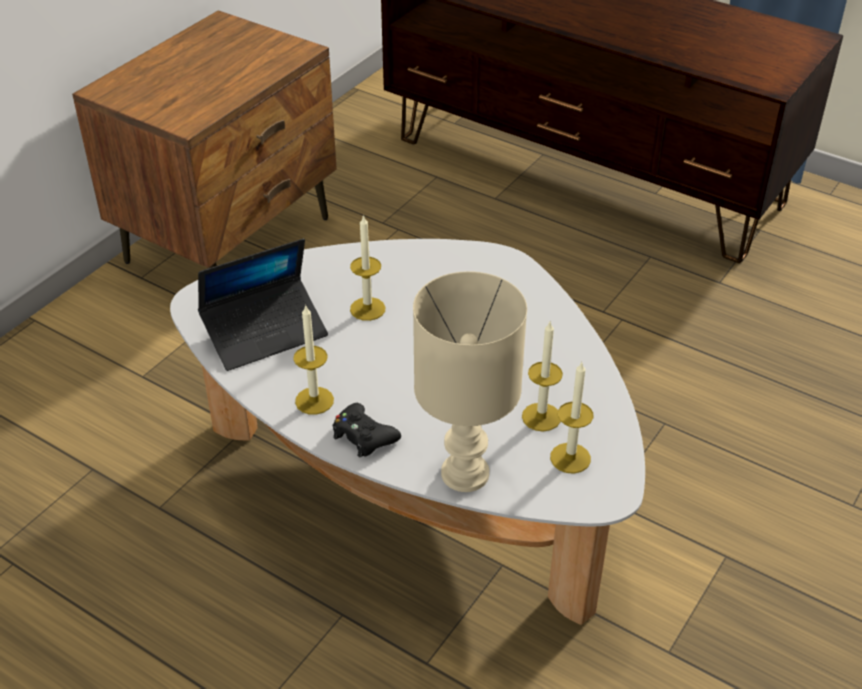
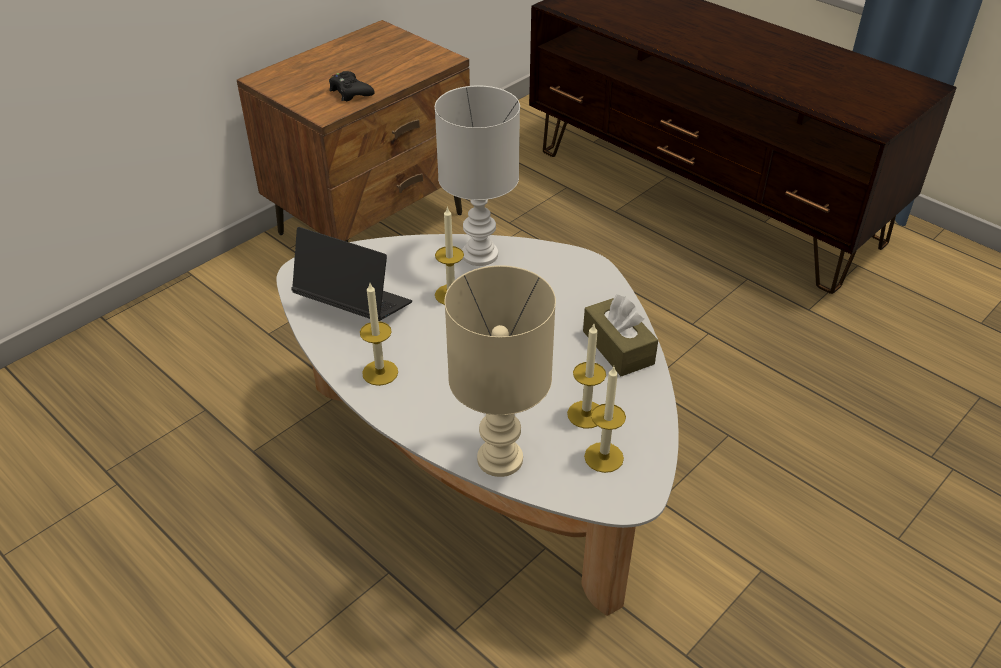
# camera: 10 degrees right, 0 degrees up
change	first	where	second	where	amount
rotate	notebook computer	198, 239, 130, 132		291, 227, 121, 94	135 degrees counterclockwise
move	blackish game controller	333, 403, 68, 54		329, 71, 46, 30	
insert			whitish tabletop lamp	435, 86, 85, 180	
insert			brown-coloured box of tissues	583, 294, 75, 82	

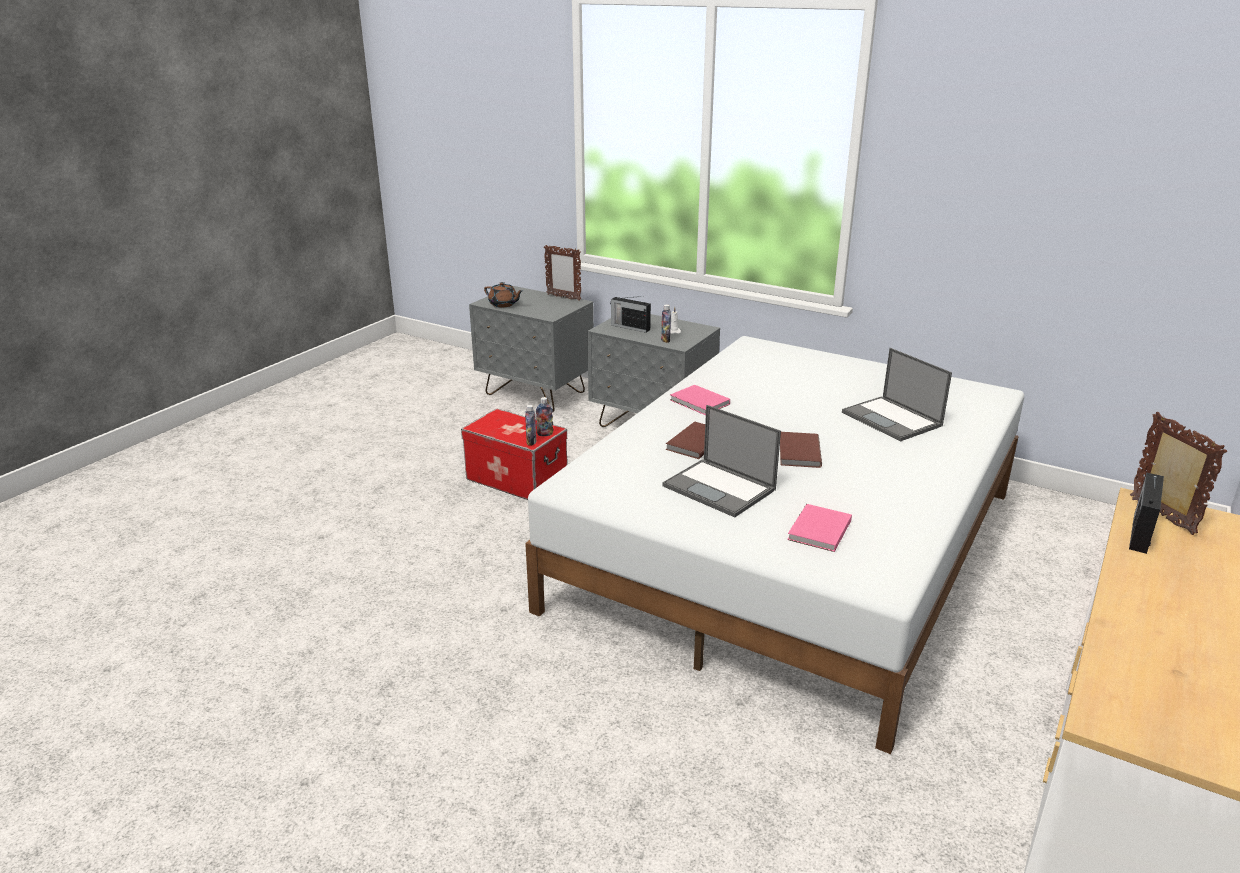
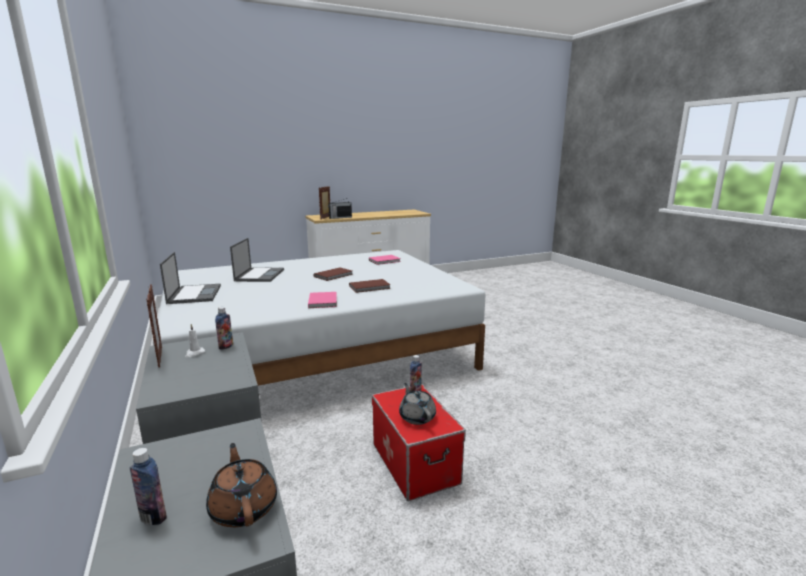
# camera: 145 degrees left, 10 degrees down
change	first	where	second	where	amount
move	drink bottle	536, 397, 17, 39		129, 448, 38, 77	
move	standing frame	544, 245, 37, 56		146, 284, 16, 84	
move	notebook computer	662, 405, 119, 112		160, 252, 61, 52	
insert			greyish pot for tea	399, 383, 37, 42	
delete	radio set	610, 296, 41, 37			

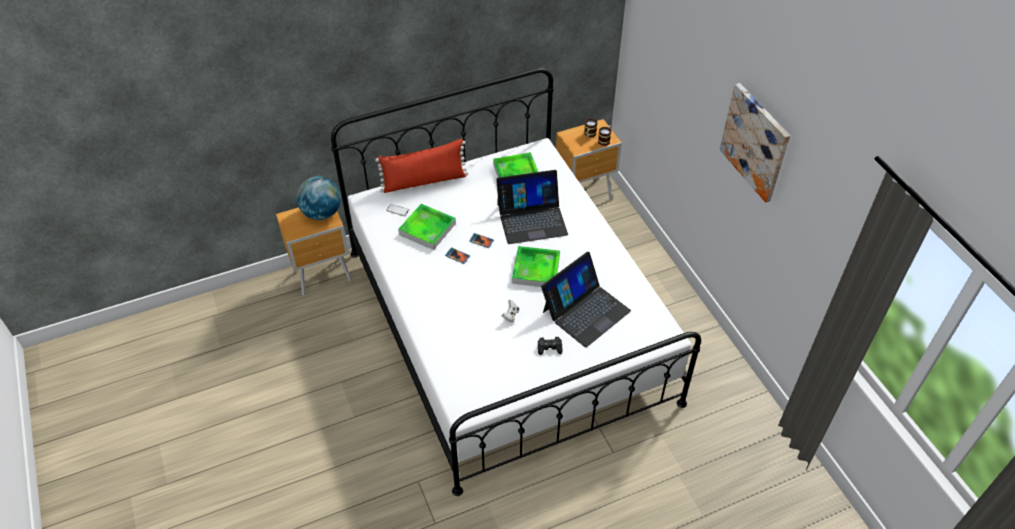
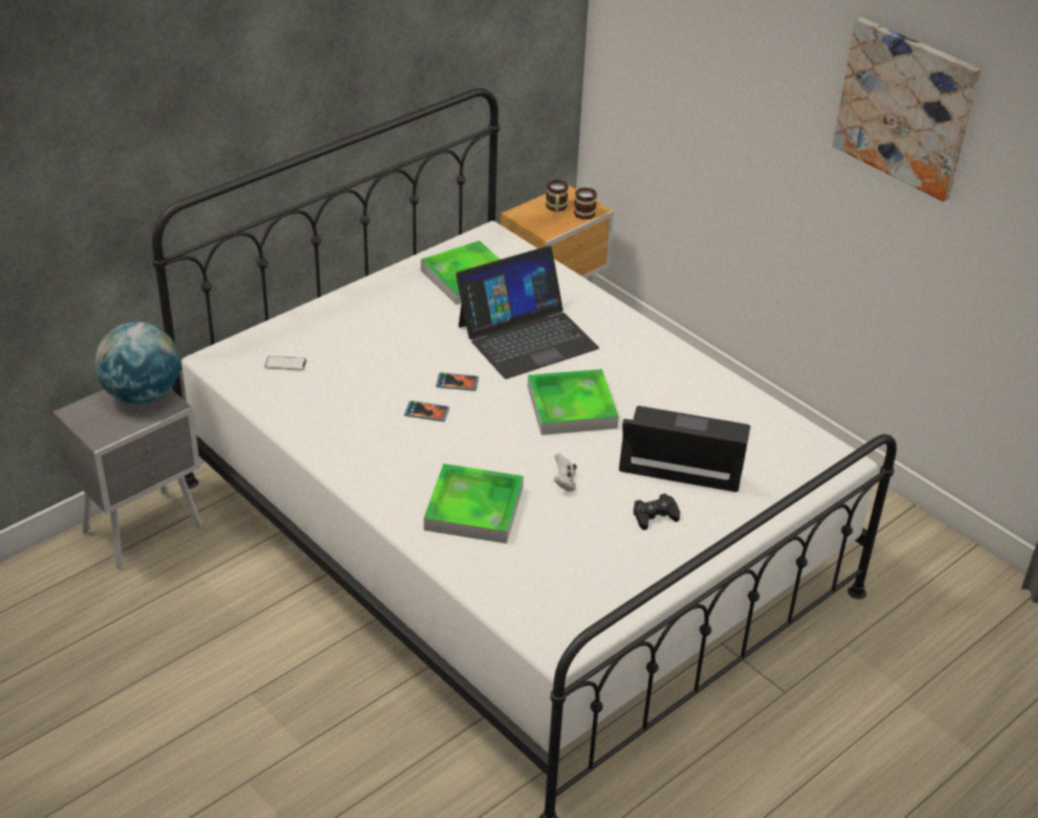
# camera: 20 degrees left, 10 degrees down
change	first	where	second	where	amount
recolor	brown-coloured night table	276, 207, 76, 89	greyish night table	53, 389, 149, 180	
move	tray	398, 204, 58, 46		424, 463, 100, 81	
rotate	notebook computer	541, 251, 90, 96		619, 406, 132, 86	105 degrees counterclockwise
delete	red-coloured pillow	375, 139, 93, 54			

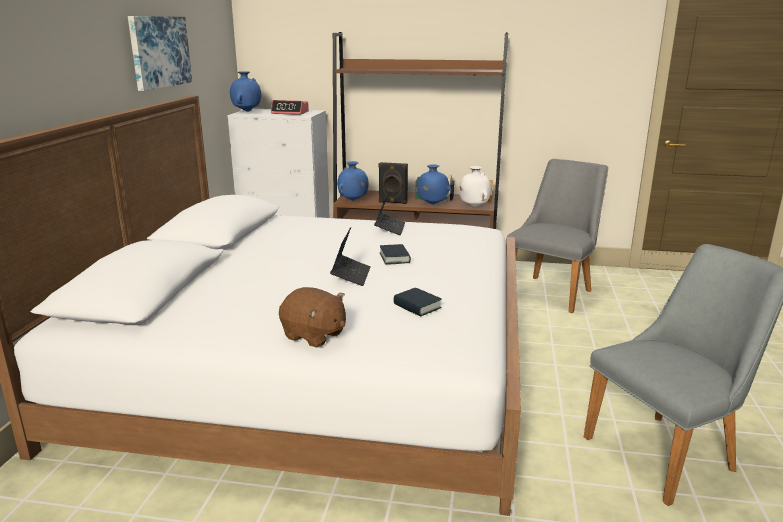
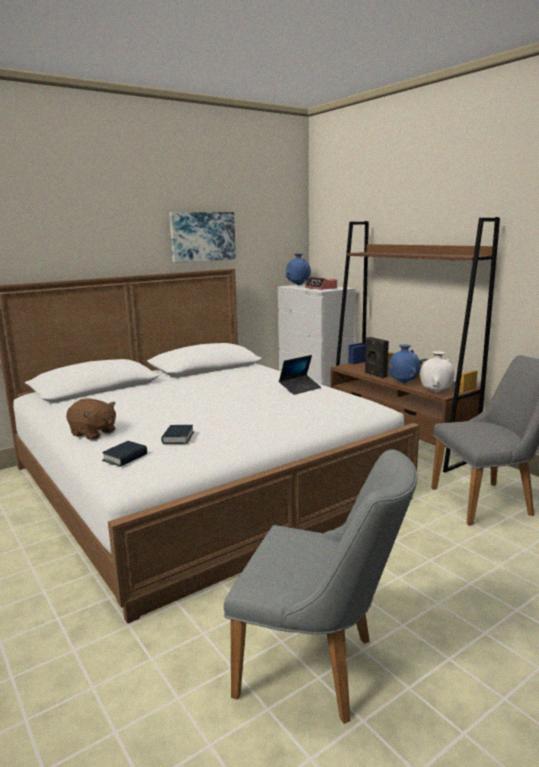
# camera: 45 degrees right, 5 degrees down
change	first	where	second	where	amount
rotate	brown-coloured cuddly toy	279, 287, 67, 61		66, 398, 50, 42	45 degrees counterclockwise
move	book	380, 244, 31, 21		102, 441, 45, 26	
delete	notebook computer	330, 227, 40, 59			
delete	blue-coloured vase	337, 161, 32, 40			

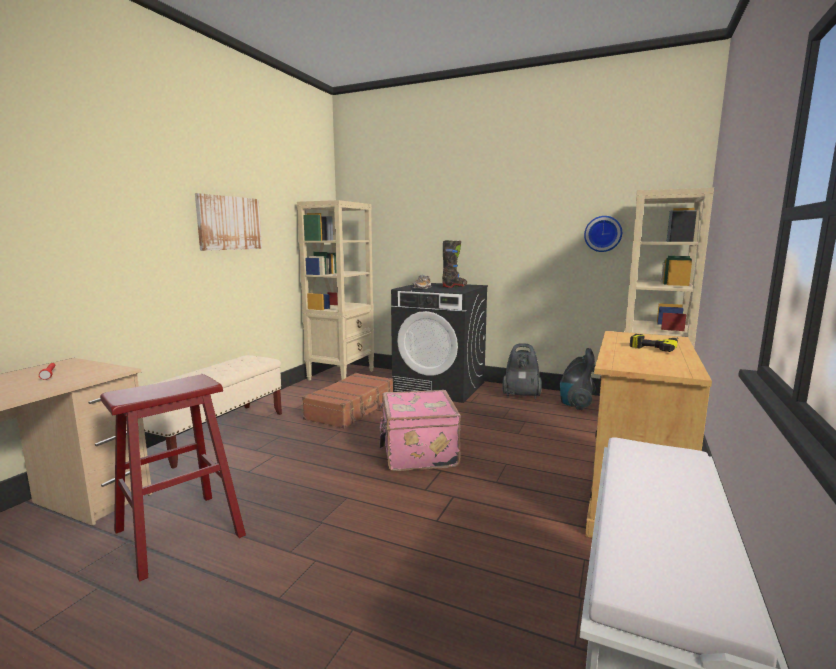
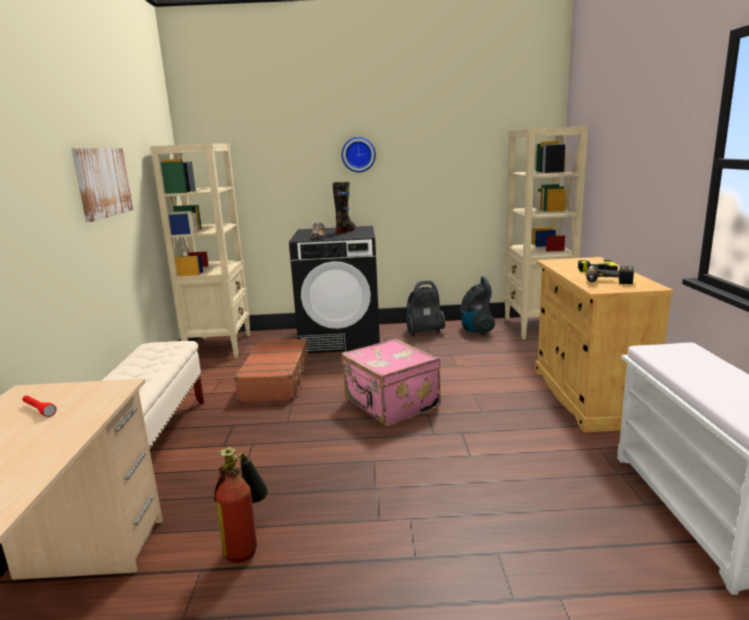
# camera: 25 degrees left, 5 degrees up
change	first	where	second	where	amount
replace	red-coloured stool seat	100, 374, 146, 207	extinguisher	214, 447, 54, 116	
move	clock on the wall	584, 216, 38, 36		342, 137, 34, 35	
insert			power drill	586, 265, 48, 19	

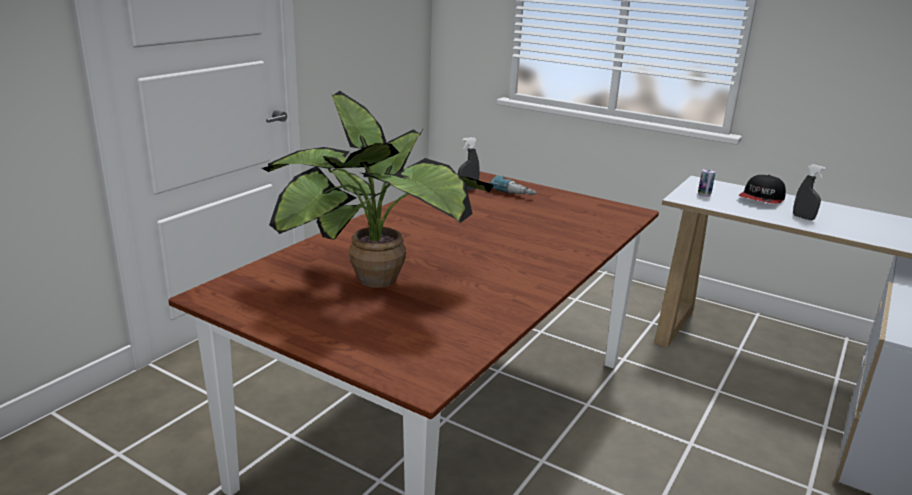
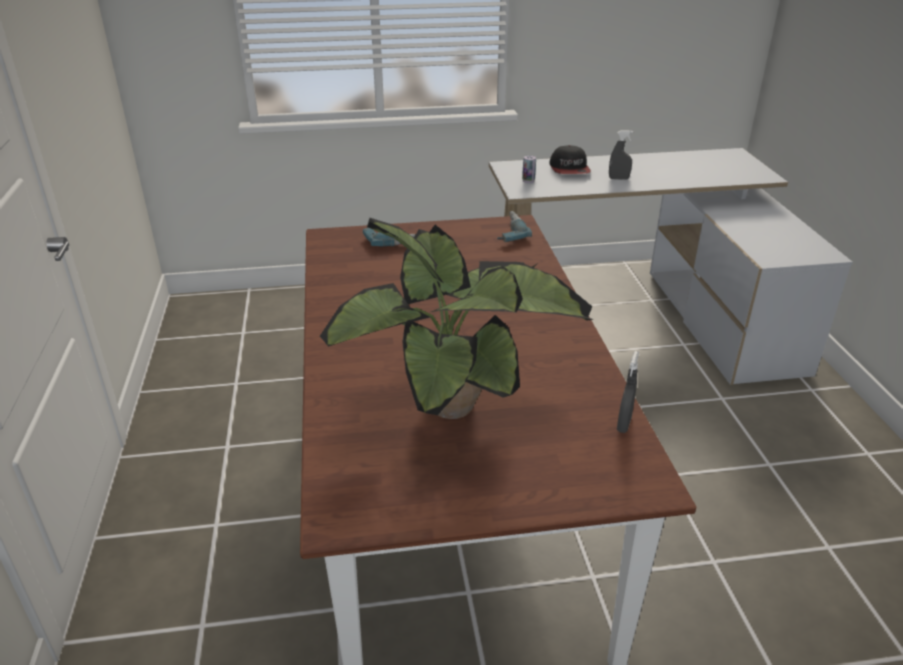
# camera: 40 degrees left, 10 degrees up
change	first	where	second	where	amount
insert			power drill	497, 211, 35, 31	
move	greyish spray bottle	458, 137, 22, 54		617, 351, 22, 82	

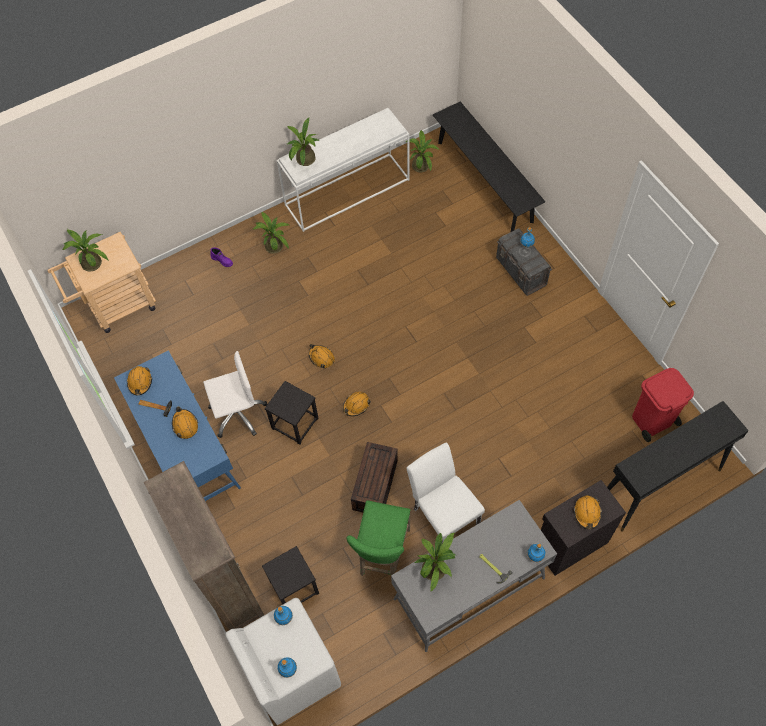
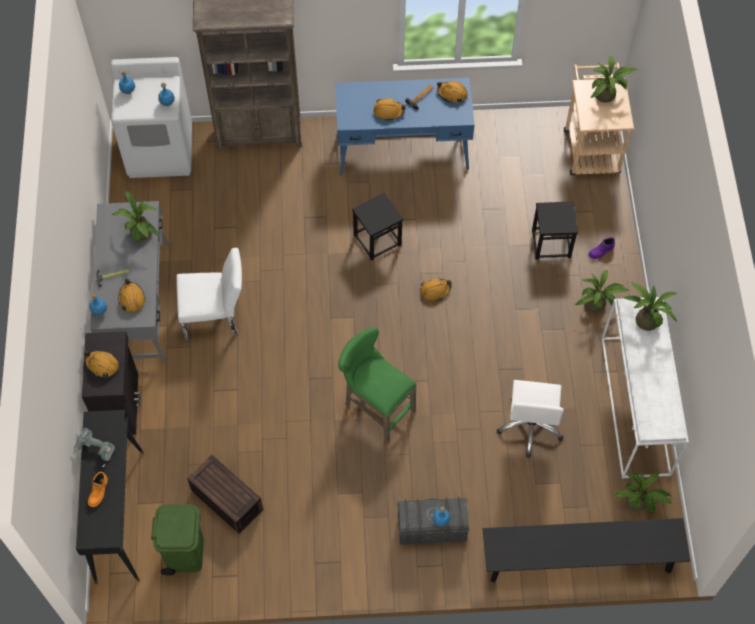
# camera: 115 degrees right, 0 degrees up
change	first	where	second	where	amount
insert			power drill	73, 428, 42, 39	
insert			orange-coloured high-top boot	88, 472, 20, 35	
move	orange-coloured safety helmet	343, 392, 28, 24		118, 279, 27, 33	
recolor	red-coloured trash can	632, 368, 62, 74	greenish trash can	151, 505, 53, 70	
move	brown-coloured storage bin	351, 442, 47, 71		187, 455, 76, 79	
move	greenish stool seat	347, 500, 64, 76		338, 327, 79, 115	
move	whitish desk chair	203, 351, 64, 87		497, 380, 67, 78	
move	blackish stool seat	262, 546, 57, 58		532, 201, 46, 59	

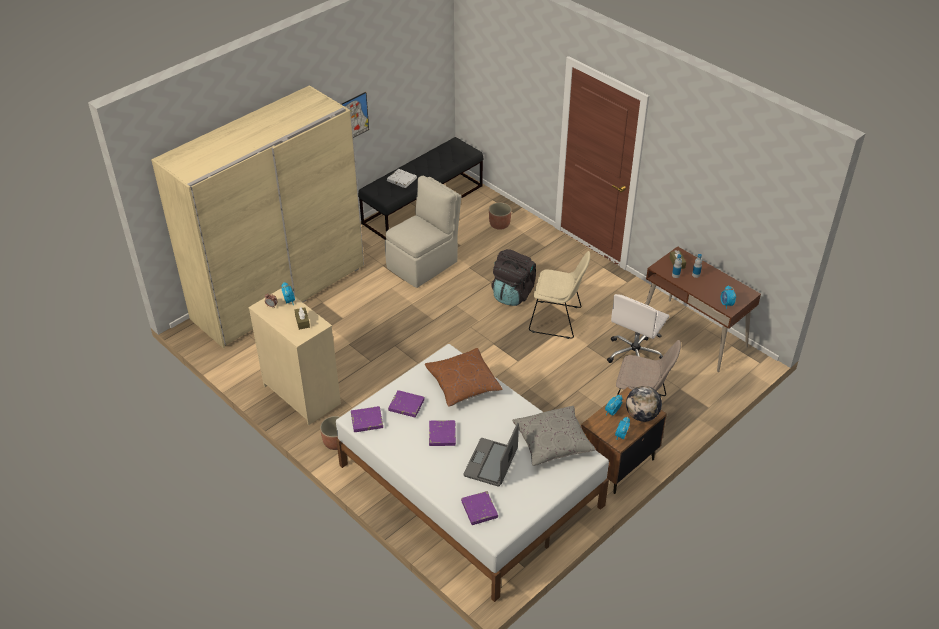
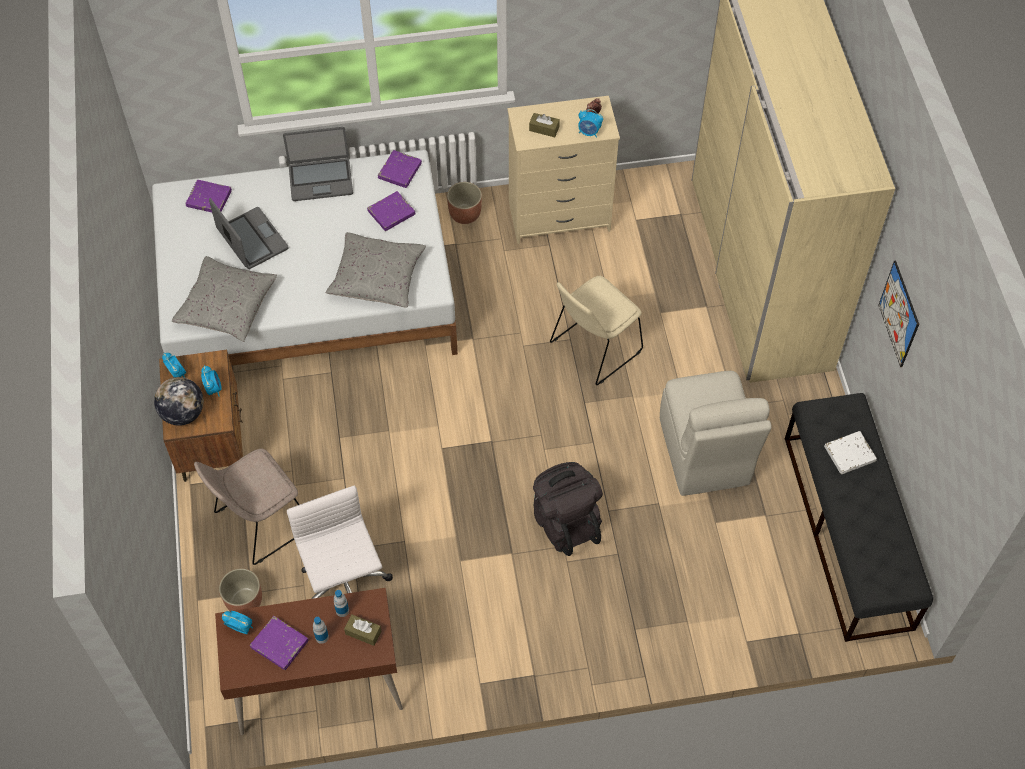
# camera: 125 degrees right, 15 degrees up
change	first	where	second	where	amount
move	flower pot	489, 202, 22, 28		219, 568, 43, 43	
move	purplish book	429, 420, 27, 26		250, 616, 59, 54	
insert			notebook computer	283, 127, 70, 74	
recolor	brown-coloured pillow	425, 348, 78, 59	greyish pillow	325, 232, 101, 75	
move	sand-coloured upright chair	529, 251, 61, 88		550, 276, 93, 109	

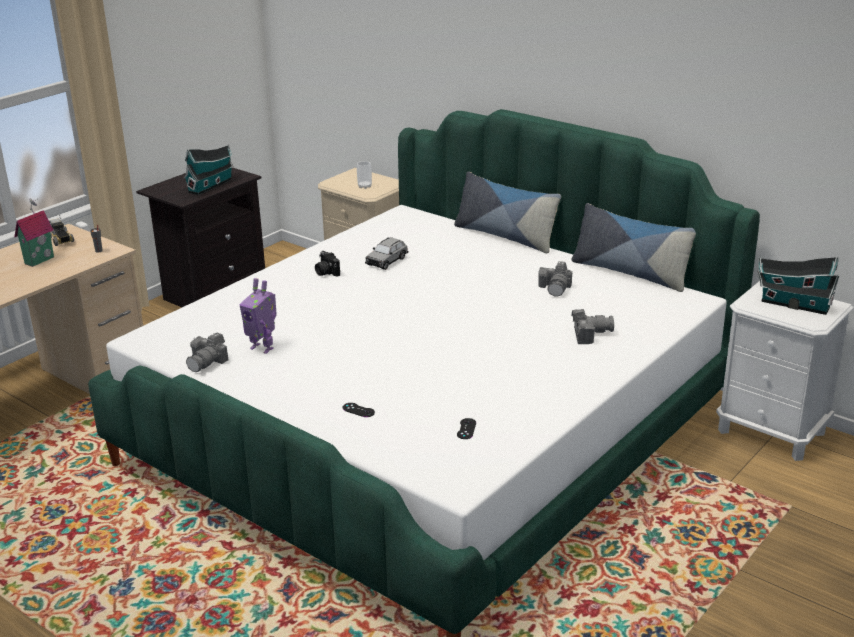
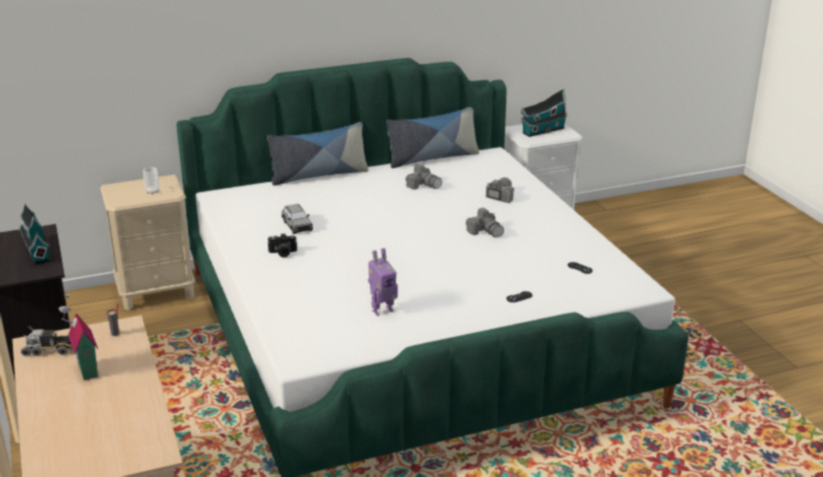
# camera: 60 degrees left, 0 degrees up
change	first	where	second	where	amount
move	photo camera	186, 332, 43, 40		466, 208, 38, 30	

